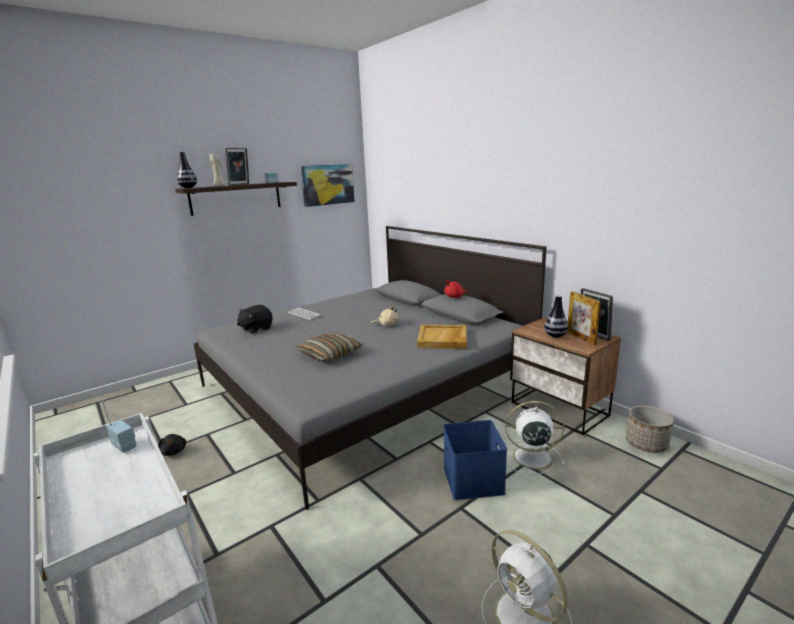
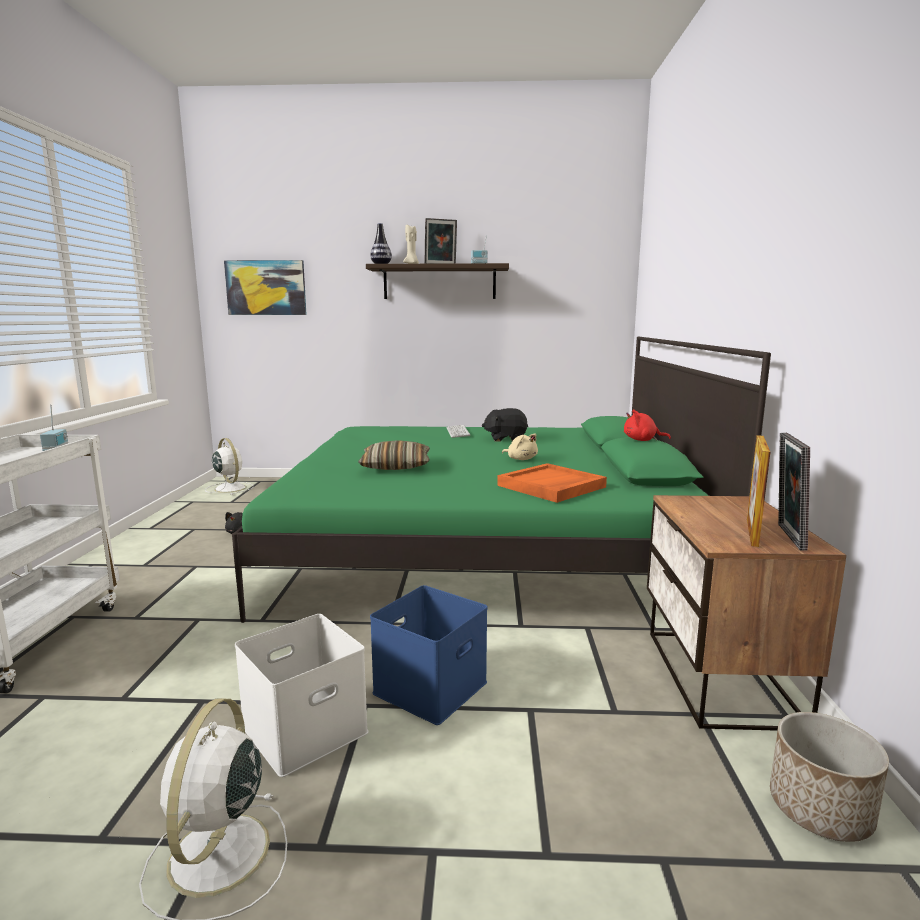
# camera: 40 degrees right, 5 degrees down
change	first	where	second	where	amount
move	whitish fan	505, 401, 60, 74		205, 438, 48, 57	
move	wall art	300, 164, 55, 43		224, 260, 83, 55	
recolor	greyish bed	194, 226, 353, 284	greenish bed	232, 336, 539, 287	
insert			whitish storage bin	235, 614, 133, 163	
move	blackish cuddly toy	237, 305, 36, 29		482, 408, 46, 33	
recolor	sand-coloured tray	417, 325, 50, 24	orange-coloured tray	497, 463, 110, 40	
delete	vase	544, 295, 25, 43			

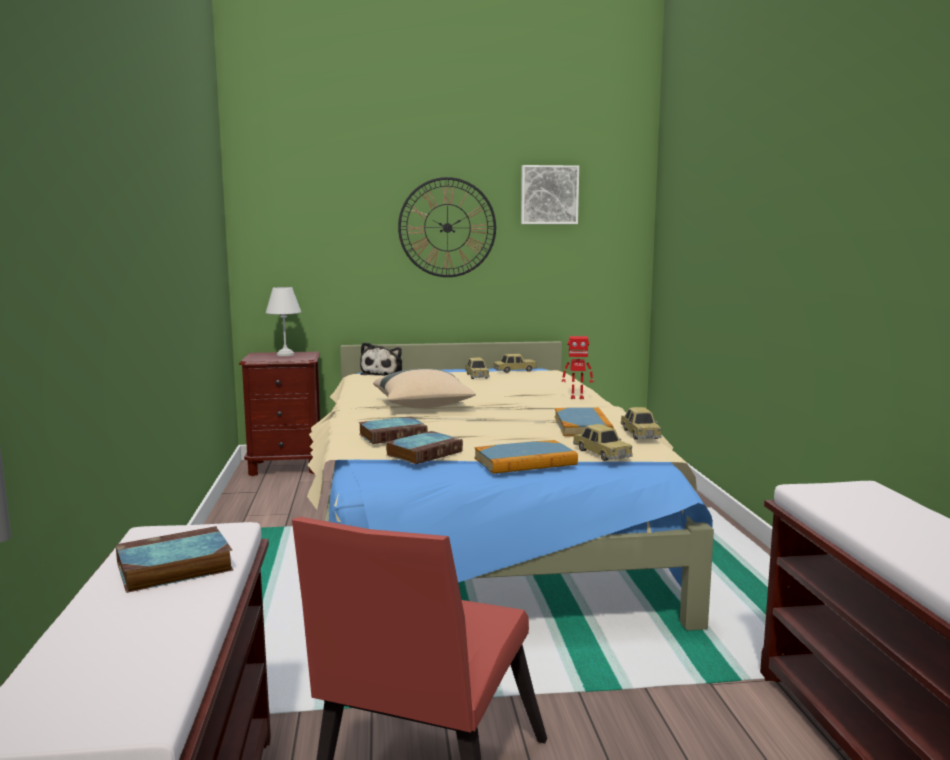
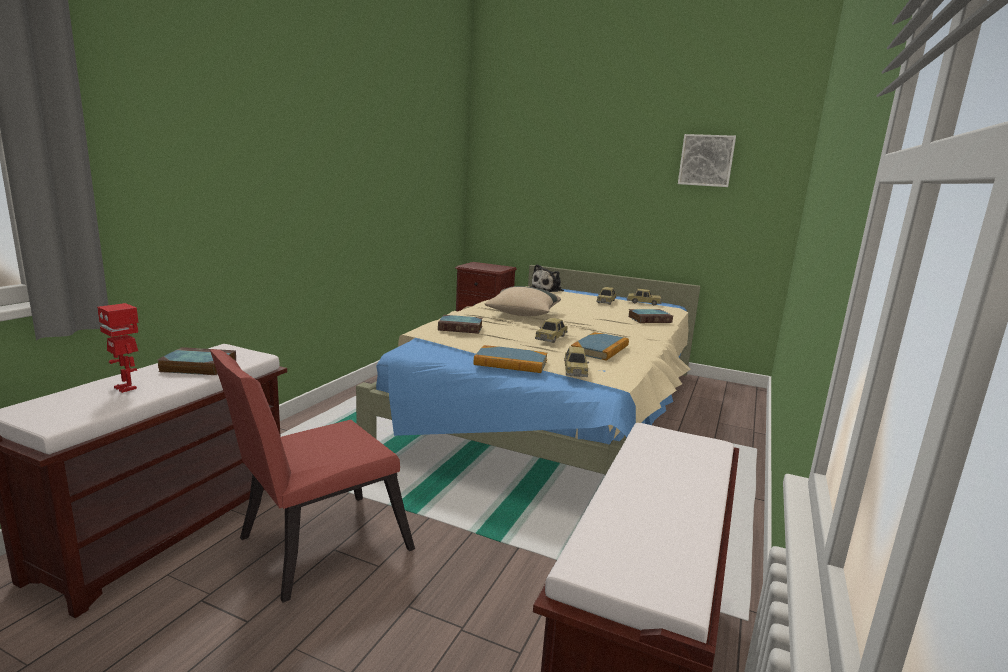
# camera: 30 degrees right, 5 degrees up
change	first	where	second	where	amount
move	robot figure	562, 336, 32, 63		97, 303, 42, 90	
move	miniature car	621, 407, 41, 33		535, 318, 33, 25	
move	book	386, 431, 77, 33		628, 309, 45, 14	
delete	whitish tabletop lamp	266, 287, 35, 69			
delete	clock on the wall	398, 177, 98, 100			

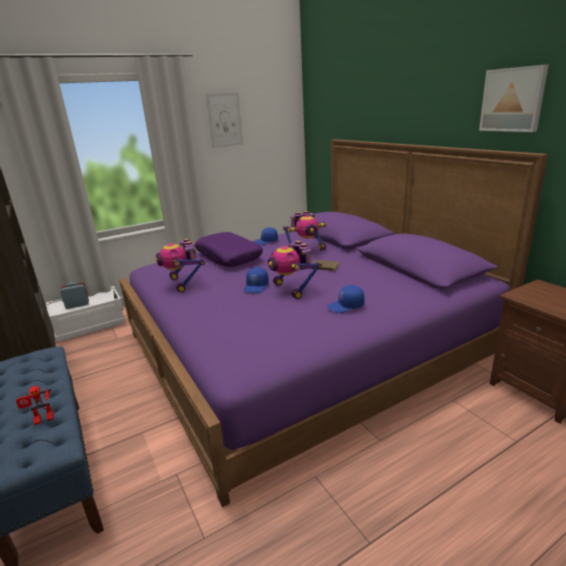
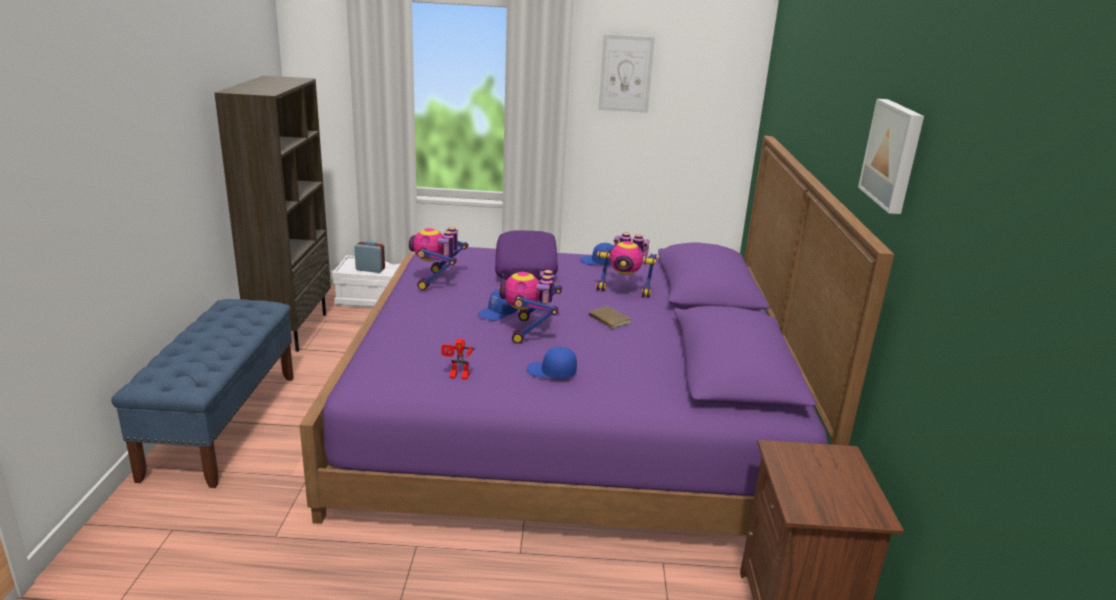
# camera: 30 degrees right, 0 degrees up
change	first	where	second	where	amount
move	robot figure	16, 386, 38, 39		441, 339, 34, 41	

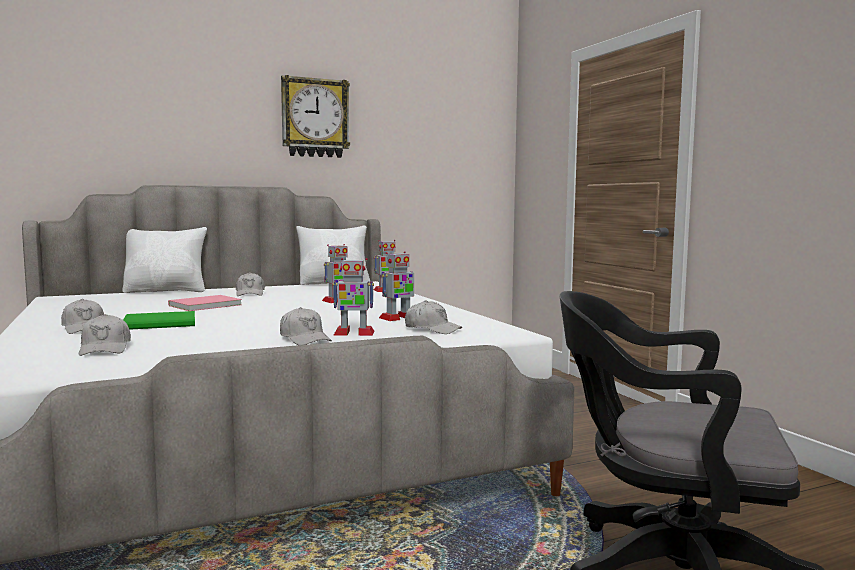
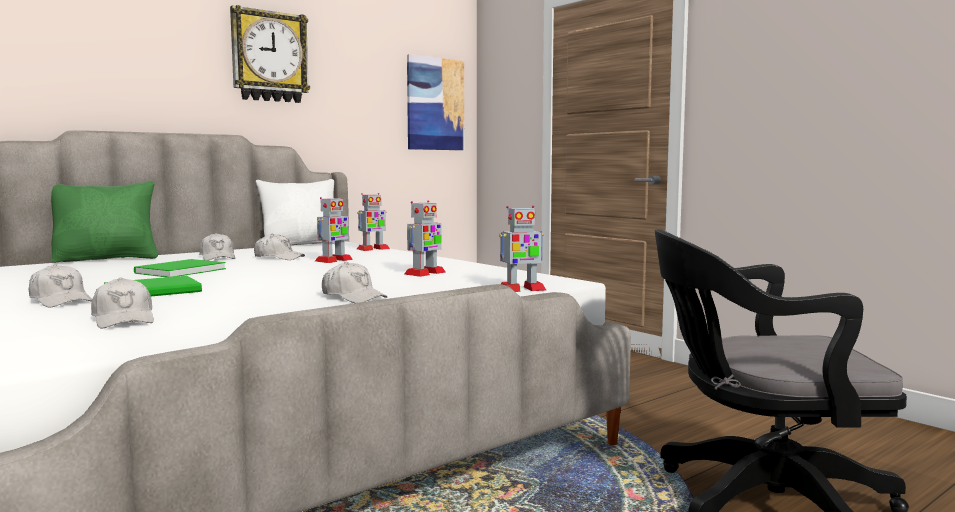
# camera: 15 degrees left, 0 degrees up
change	first	where	second	where	amount
recolor	whitish pillow	122, 227, 85, 66	greenish pillow	51, 181, 107, 81	
recolor	pink book	168, 295, 74, 16	greenish book	134, 259, 92, 18	
move	whitish baseball cap	405, 300, 57, 34		254, 233, 51, 27	
insert			wall art	407, 54, 57, 96	
move	robot figure	332, 258, 42, 78		499, 206, 48, 86	

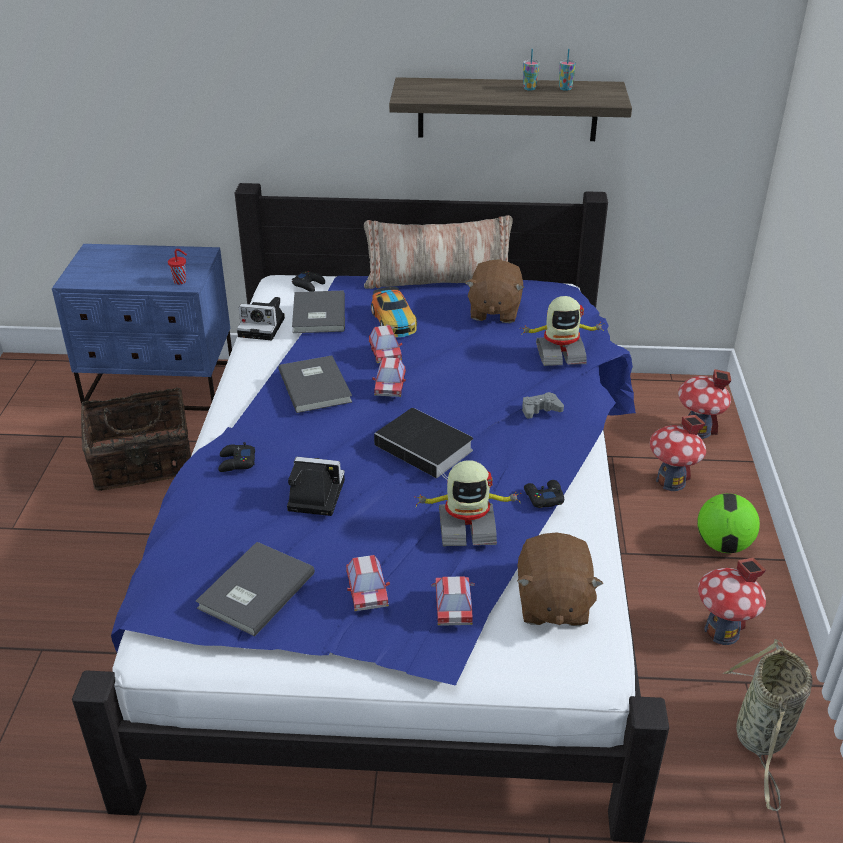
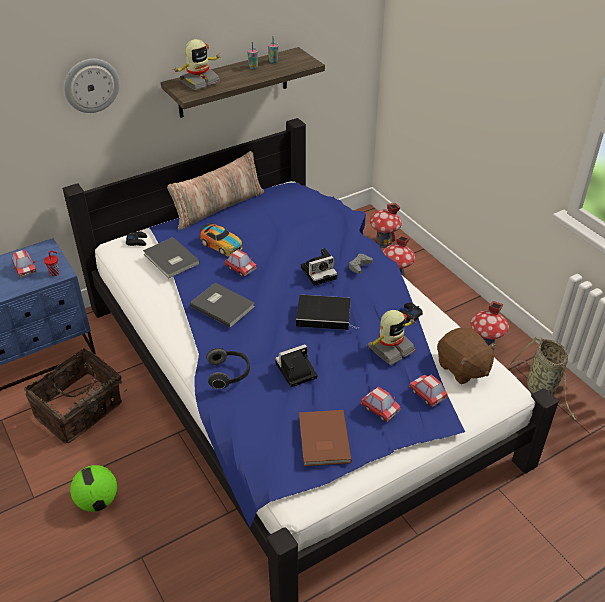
# camera: 35 degrees left, 5 degrees up
change	first	where	second	where	amount
move	miniature car	372, 357, 34, 40		11, 250, 26, 28	
insert			clock on the wall	64, 59, 56, 54	
move	ball for football	697, 493, 63, 60		70, 465, 47, 47	
move	robot figure	520, 296, 84, 70		172, 39, 49, 51	
replace	blackish game controller	218, 442, 37, 30	headset	206, 348, 44, 41	
recolor	greyish book	195, 542, 120, 95	brown-coloured book	299, 410, 53, 56	
move	photo camera	237, 297, 48, 43		301, 248, 37, 38	
delete	brown-coloured cuddly toy	465, 259, 59, 64			

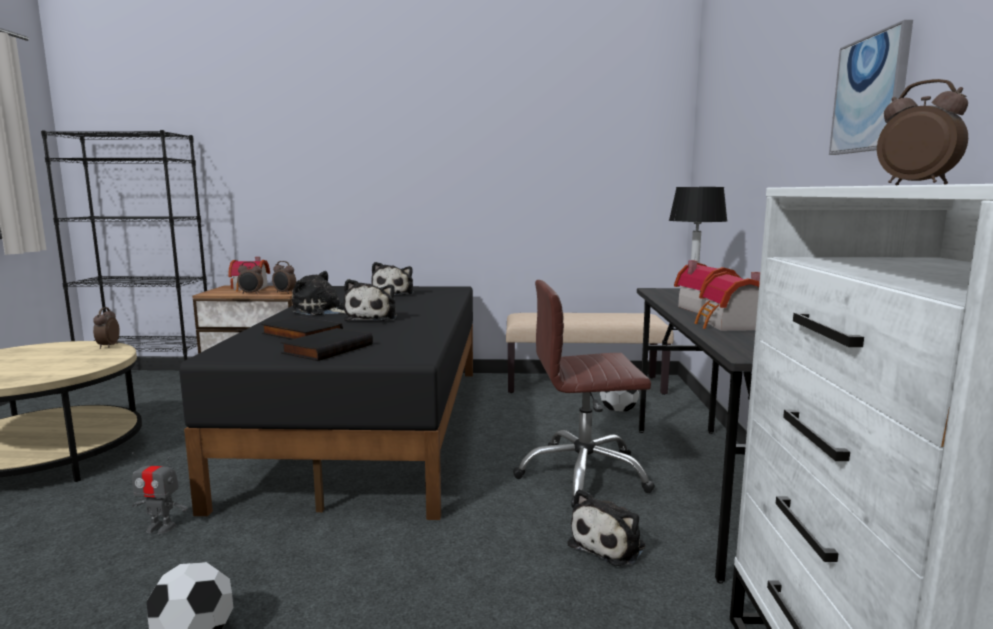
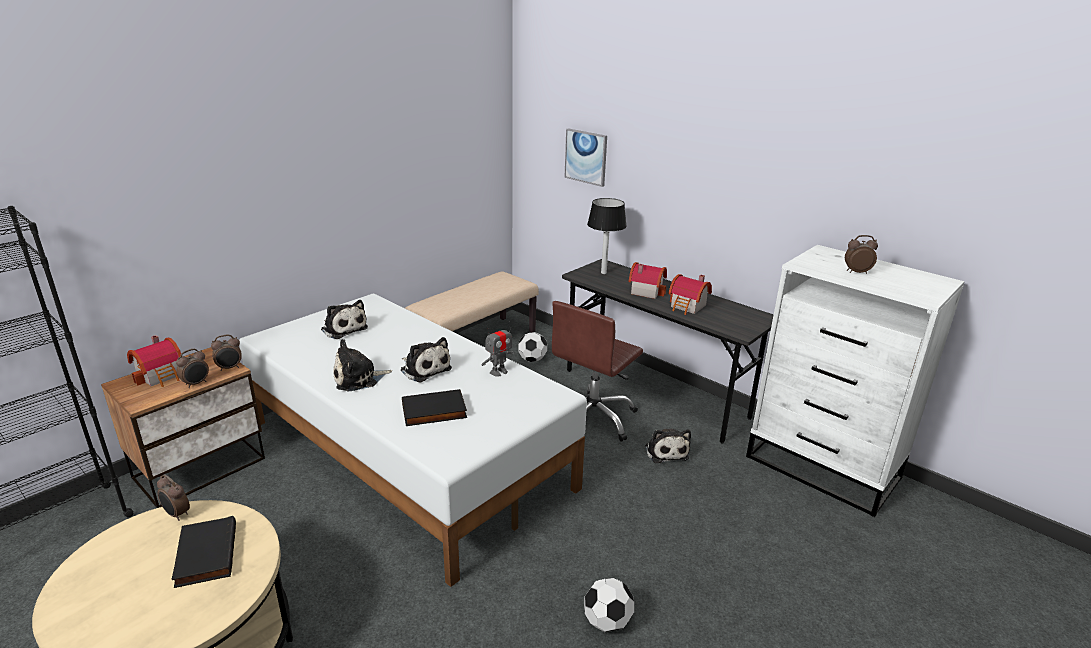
# camera: 50 degrees left, 15 degrees up
change	first	where	second	where	amount
move	blackish book	281, 328, 92, 33		172, 516, 64, 72	
recolor	blackish bed	179, 286, 294, 234	whitish bed	239, 294, 348, 293	
move	robot figure	132, 452, 56, 82		481, 321, 33, 56	
move	wall art	829, 20, 84, 135		564, 128, 43, 59	

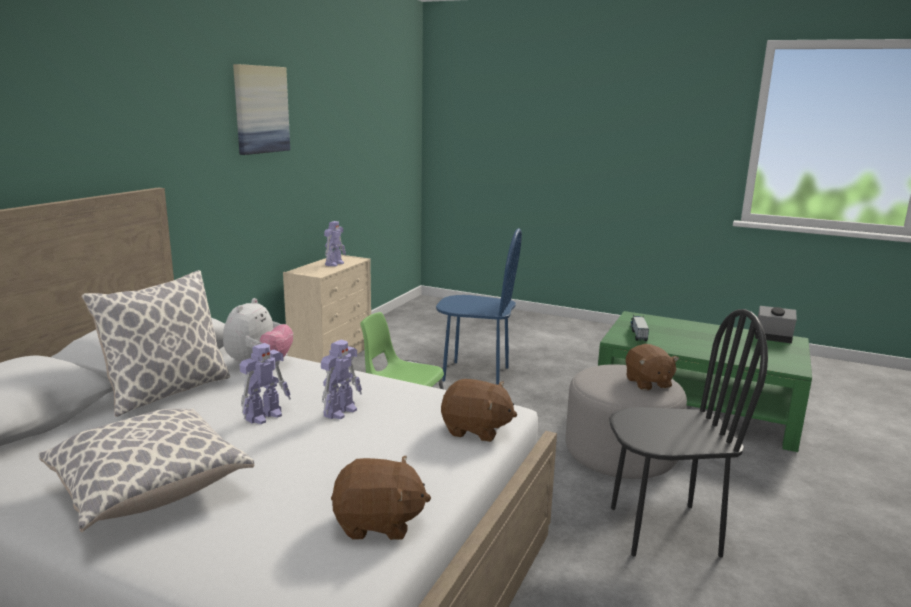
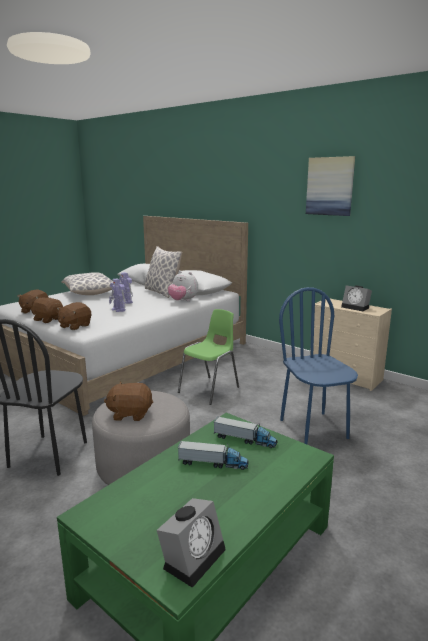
# camera: 105 degrees right, 0 degrees up
change	first	where	second	where	amount
insert			brown-coloured cuddly toy	29, 298, 34, 25	
insert			model truck	178, 441, 71, 29	
rotate	blue-coloured upright chair	436, 228, 86, 157		279, 287, 79, 157	135 degrees clockwise
replace	robot figure	324, 221, 22, 45	alarm clock	341, 285, 31, 26	

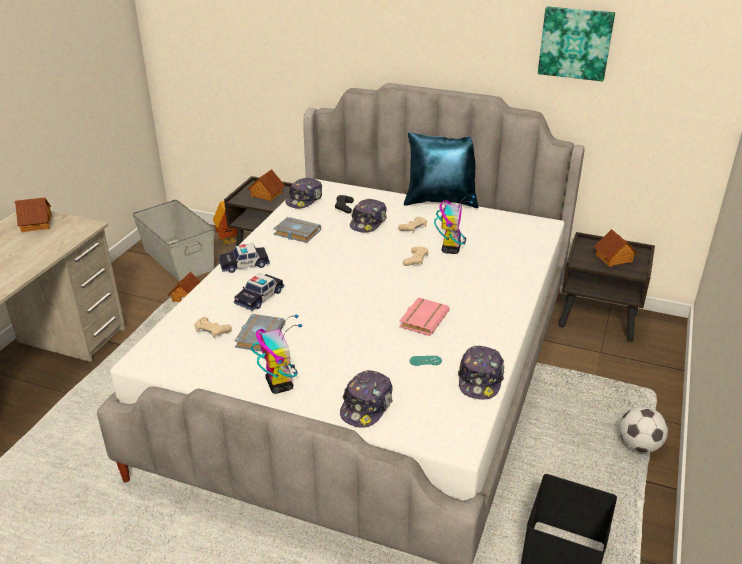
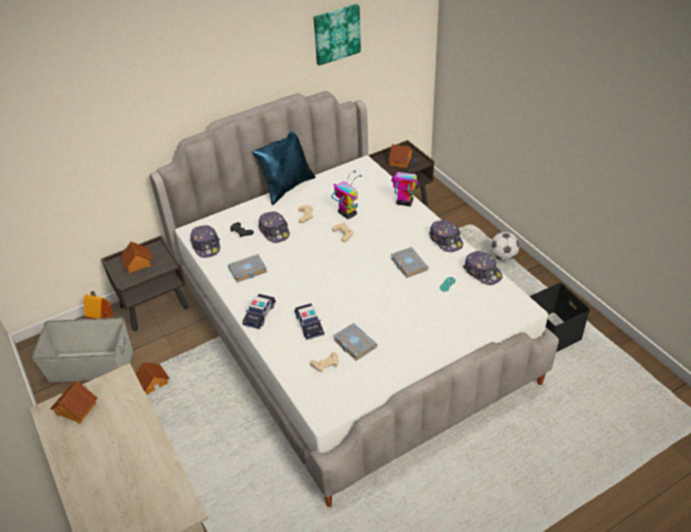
# camera: 50 degrees left, 10 degrees up
change	first	where	second	where	amount
recolor	pink book	399, 297, 51, 39	greyish book	391, 247, 38, 31	
move	robot figure	251, 314, 51, 80		392, 158, 26, 48	
move	baseball cap	340, 370, 53, 58		429, 220, 34, 32	

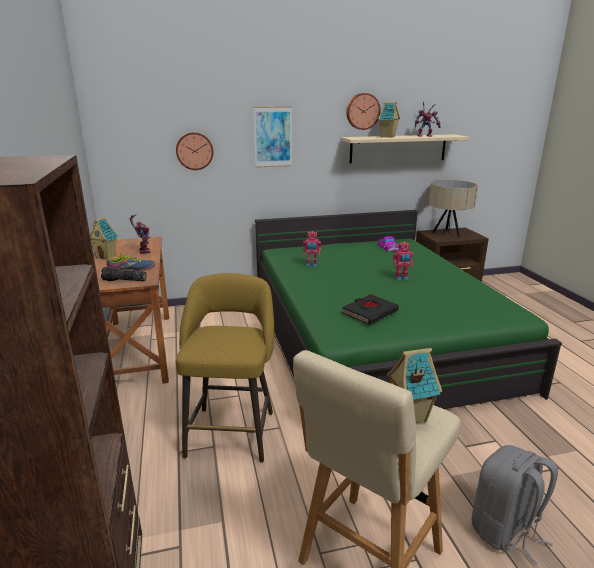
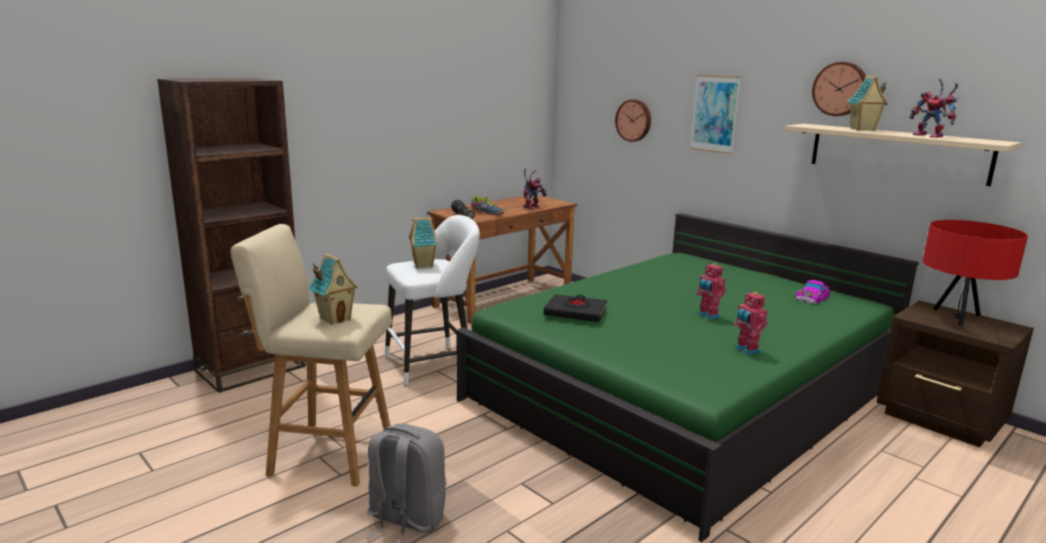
# camera: 60 degrees right, 5 degrees down
change	first	where	second	where	amount
recolor	yellow-coloured stool seat	176, 273, 98, 190	whitish stool seat	385, 215, 95, 171	
move	miniature house	90, 216, 28, 43		409, 217, 29, 51	
move	robot figure	303, 231, 18, 36		734, 292, 34, 63	
recolor	sand-coloured tabletop lamp	429, 180, 49, 56	red-coloured tabletop lamp	922, 220, 106, 106	

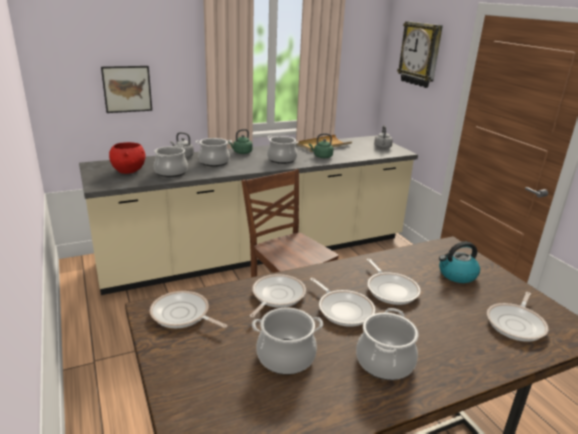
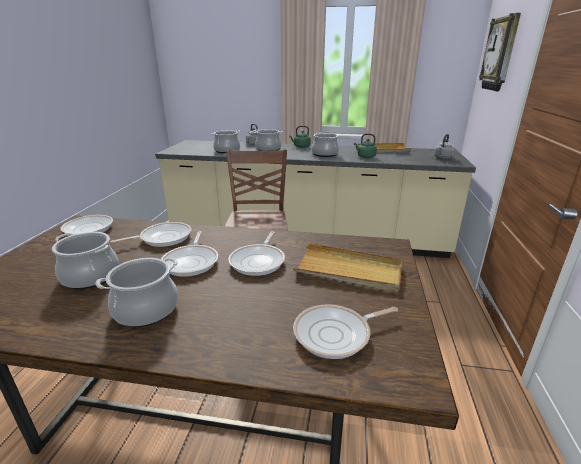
# camera: 35 degrees right, 0 degrees up
change	first	where	second	where	amount
replace	tea kettle	439, 242, 41, 41	sand-coloured tray	293, 243, 109, 49	
delete	wall art	101, 66, 51, 47			
delete	red-coloured deep dish	109, 142, 37, 32			

